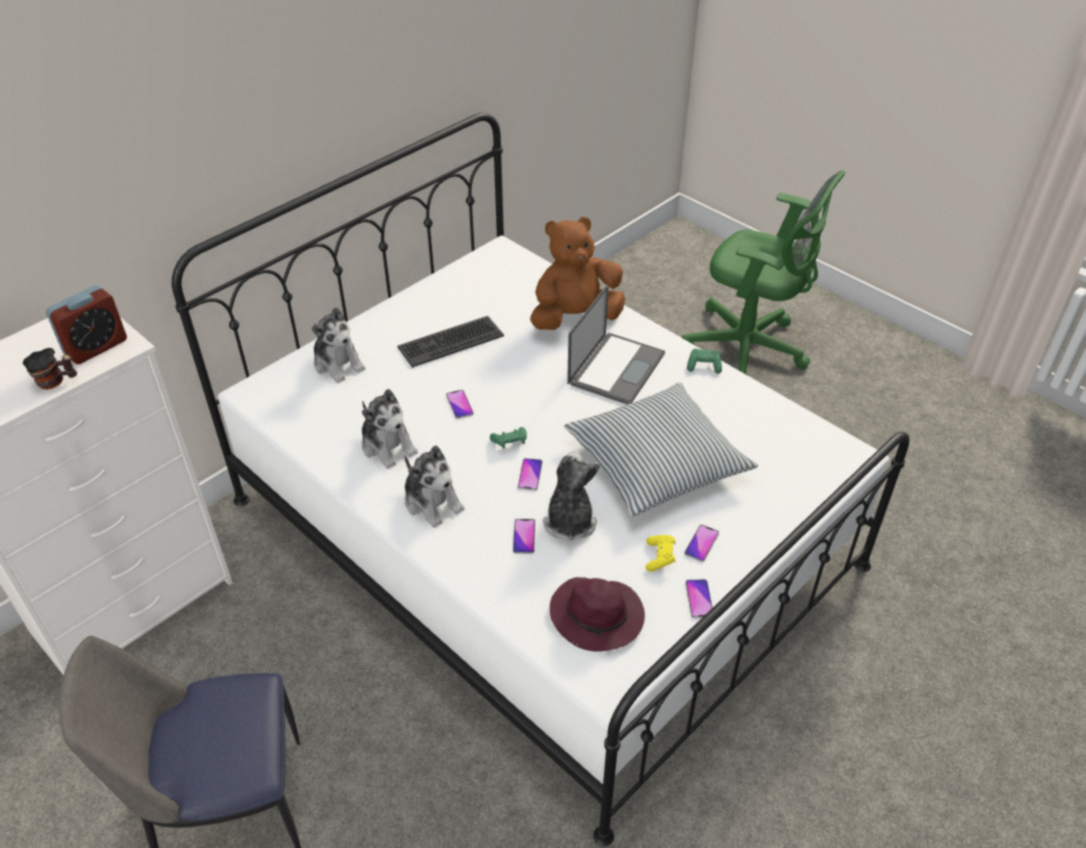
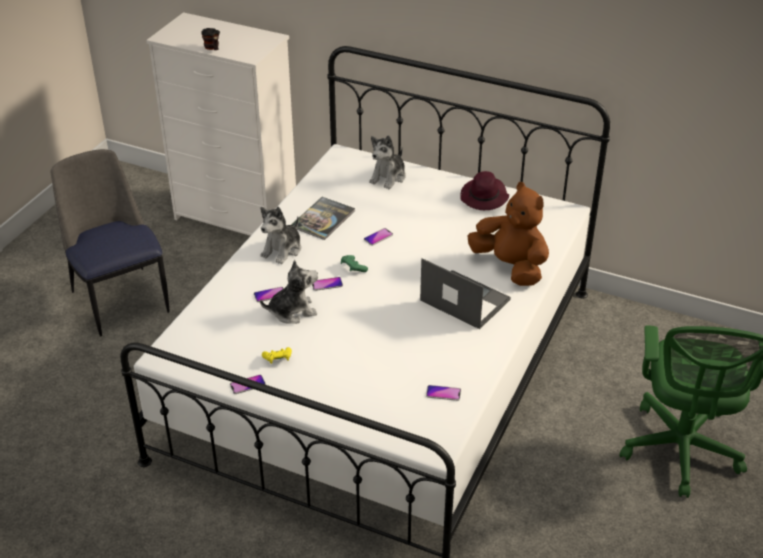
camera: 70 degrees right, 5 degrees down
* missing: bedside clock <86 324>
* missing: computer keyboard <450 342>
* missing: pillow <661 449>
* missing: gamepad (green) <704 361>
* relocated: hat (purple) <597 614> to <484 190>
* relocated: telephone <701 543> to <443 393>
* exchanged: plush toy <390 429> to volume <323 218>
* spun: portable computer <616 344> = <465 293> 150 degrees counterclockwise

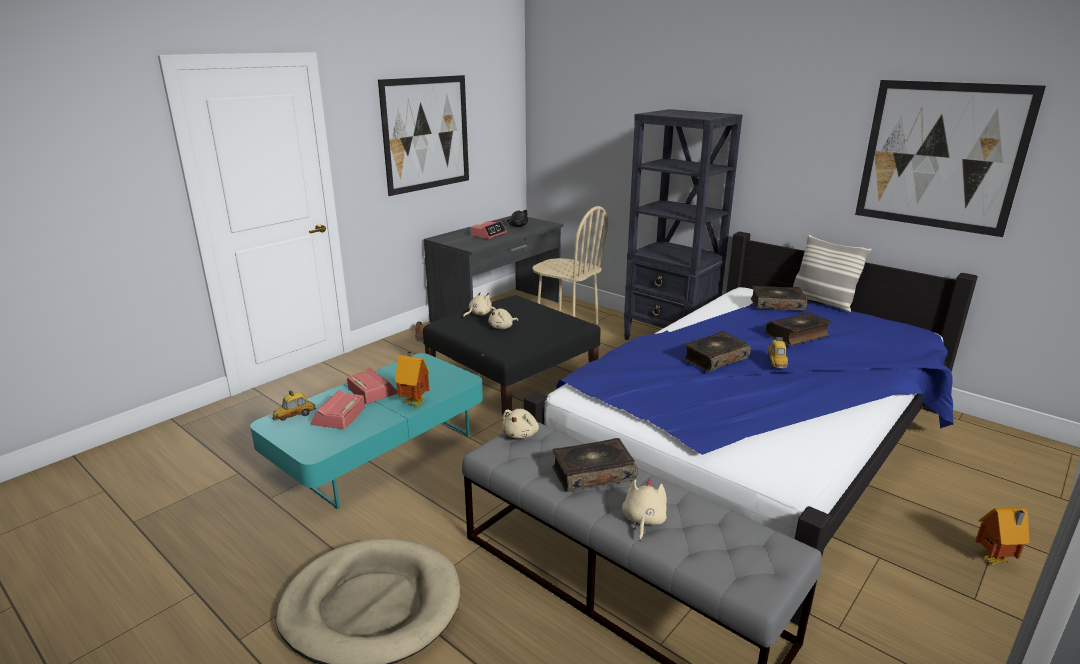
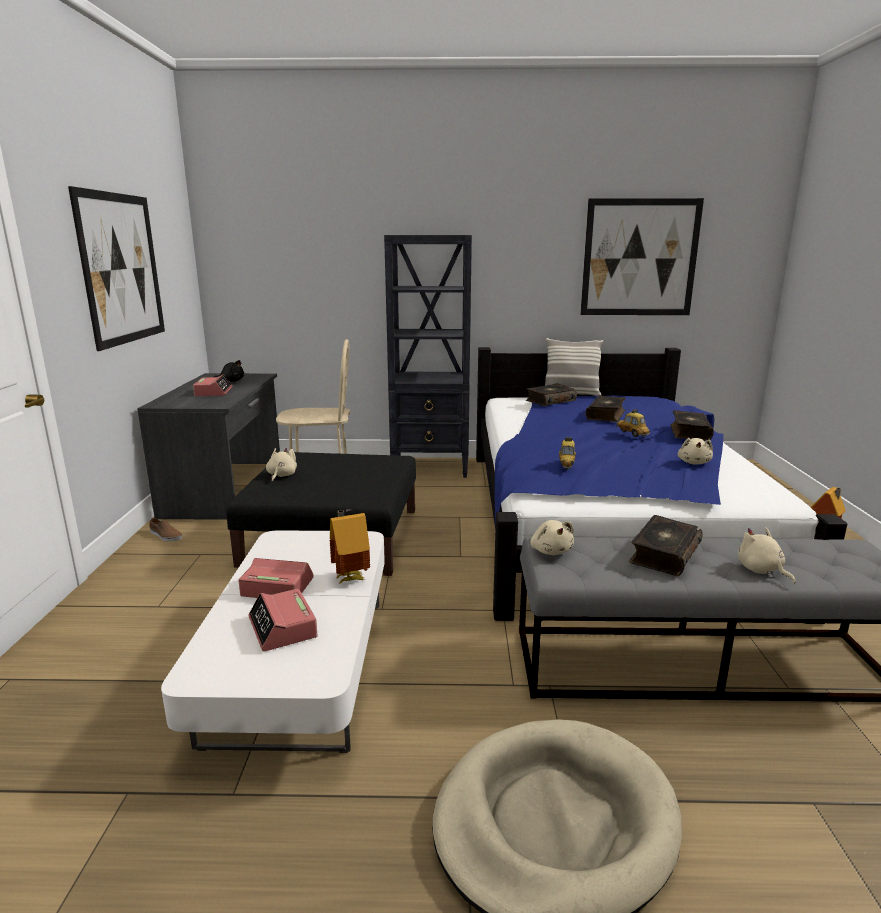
camera: 40 degrees left, 5 degrees down
* relocated: toy car <294 405> to <567 453>
* relocated: plush toy (beige-coloured) <503 318> to <695 451>
* relocated: volume <717 351> to <692 425>
* colour: low table (blue-green) <366 431> to low table (whitish) <273 641>

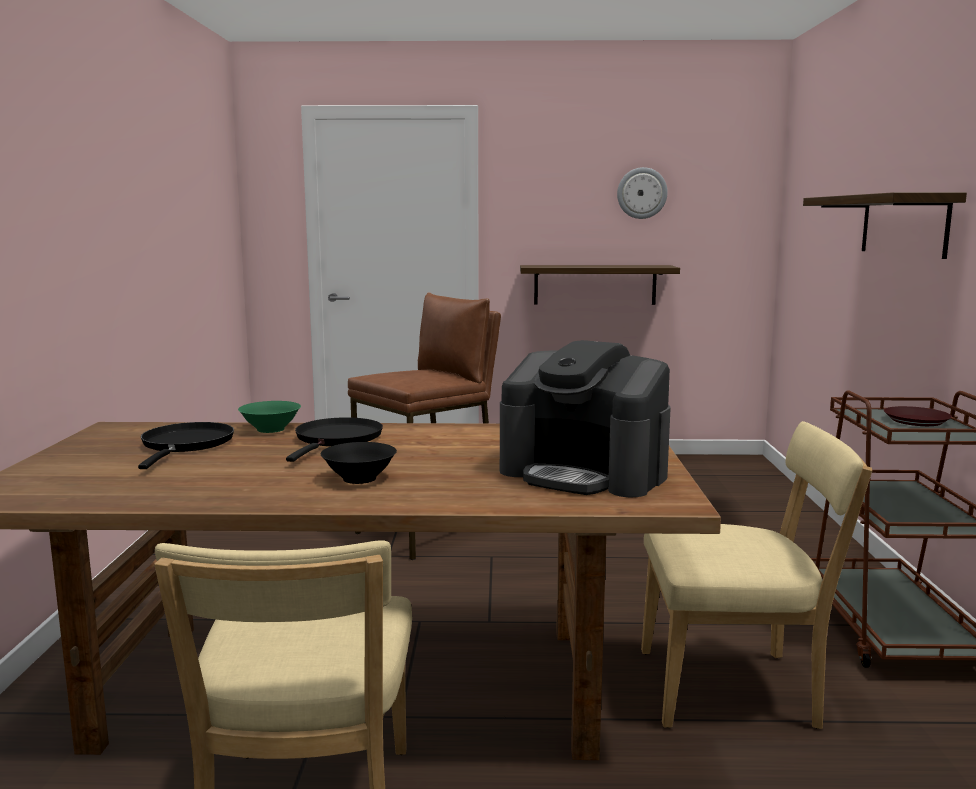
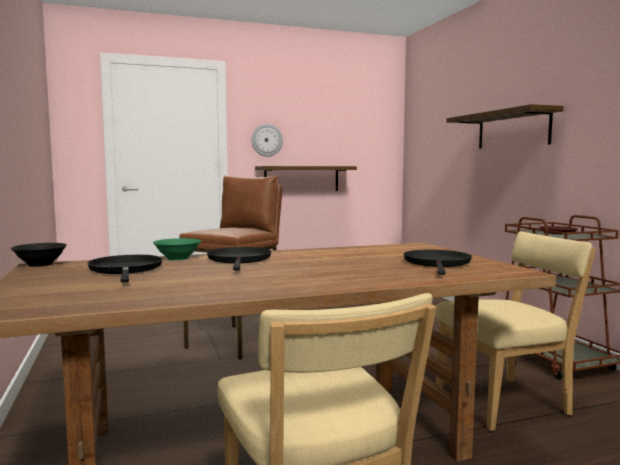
camera: 20 degrees left, 5 degrees down
* relocated: bowl (black-coloured) <359 463> to <39 255>
* relocated: wall clock <642 193> to <267 140>
* exchanged: coffee brewer <585 418> to frying pan (black-coloured) <438 262>

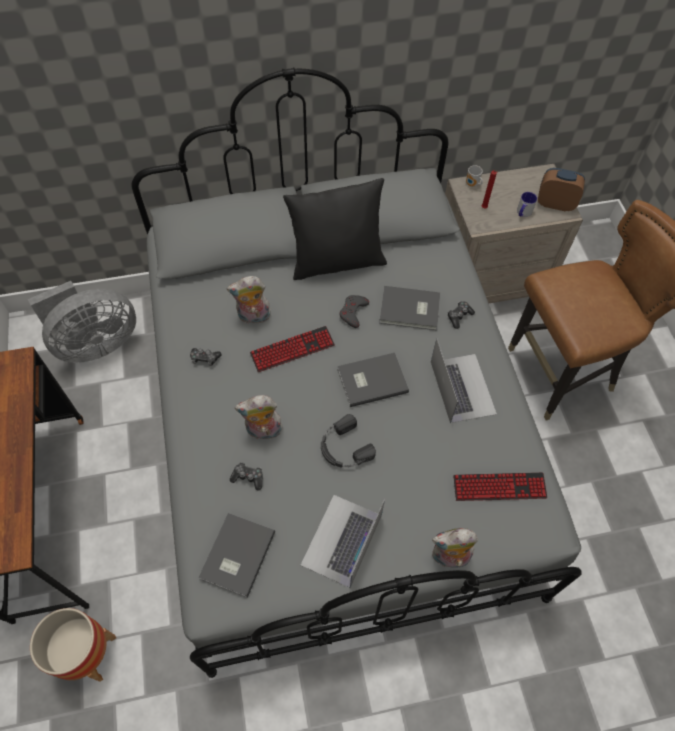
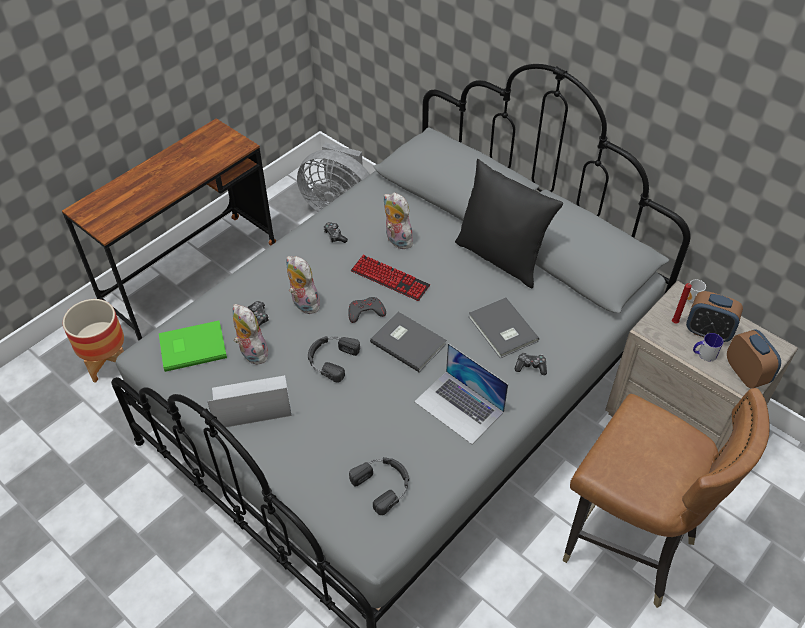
camera: 55 degrees right, 10 degrees down
* appeared: bedside clock <714 316>
* relocated: gamepad (greyish) <354 311> to <367 310>
* relocated: plush toy <455 548> to <250 334>
* exchanged: computer keyboard <500 486> to headphones (black-coloured) <379 486>
* colour: volume (greyish) <237 555> to volume (green) <193 346>
* spun: portable computer <464 380> = <461 393> 90 degrees clockwise

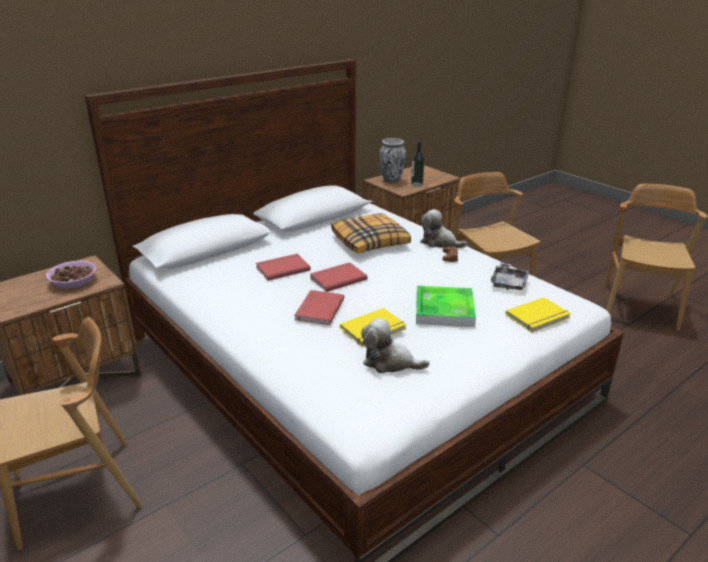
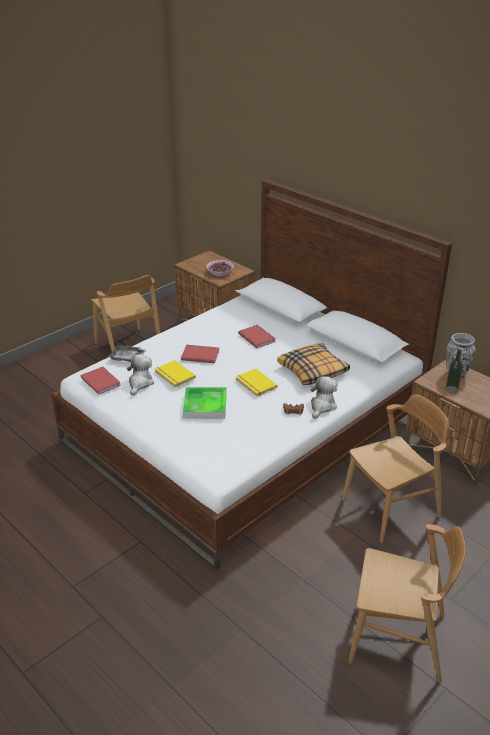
camera: 85 degrees right, 5 degrees up
* relocated: volume (red) <338 277> to <101 381>
* relocated: serving tray (greyish) <510 276> to <127 352>
* relocated: volume (yellow) <538 314> to <257 382>

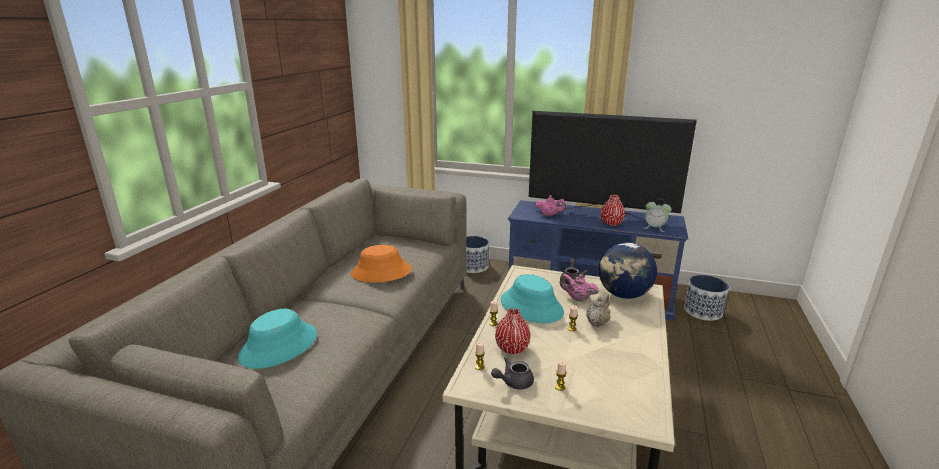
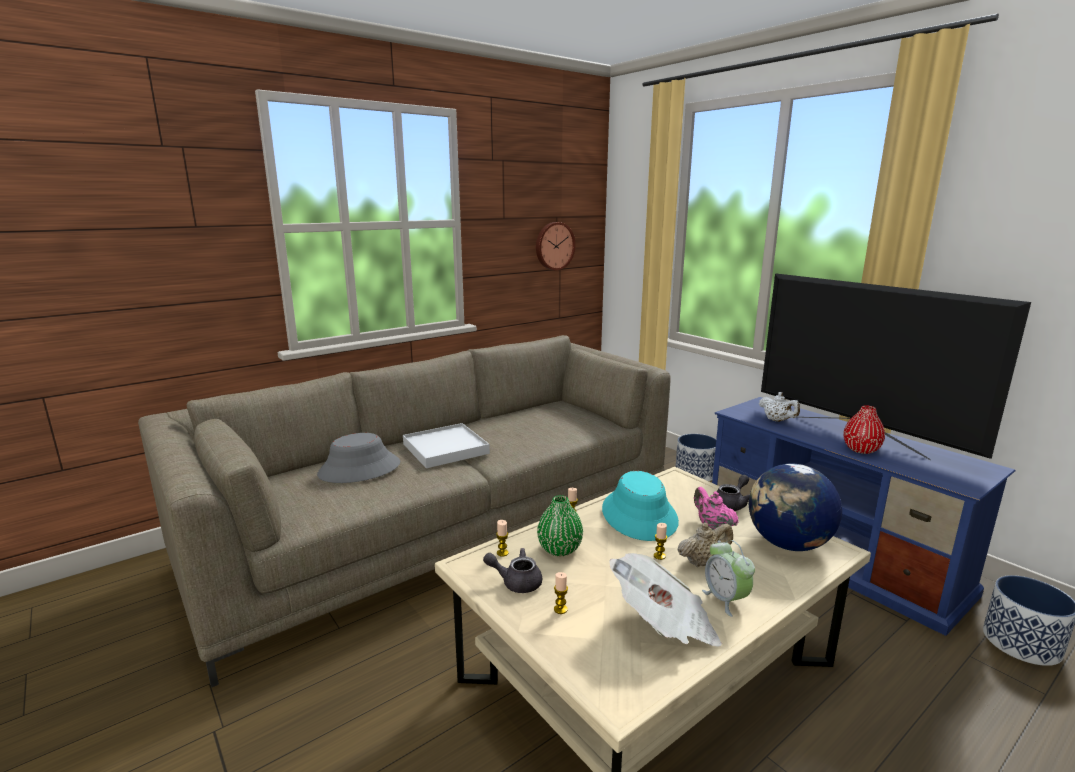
camera: 35 degrees right, 5 degrees down
* missing: hat (orange-coloured) <381 263>
* appeared: serving tray (whitish) <446 445>
* appeared: wall clock <556 246>
* appeared: newspaper <665 600>
* relocated: bedside clock <658 215> to <728 578>
* colour: hat (blue-green) <277 339> to hat (greyish) <358 458>
* colour: flower vase (red) <513 331> to flower vase (green) <560 525>
* colour: pot for tea (pink-coloured) <551 205> to pot for tea (whitish) <779 407>

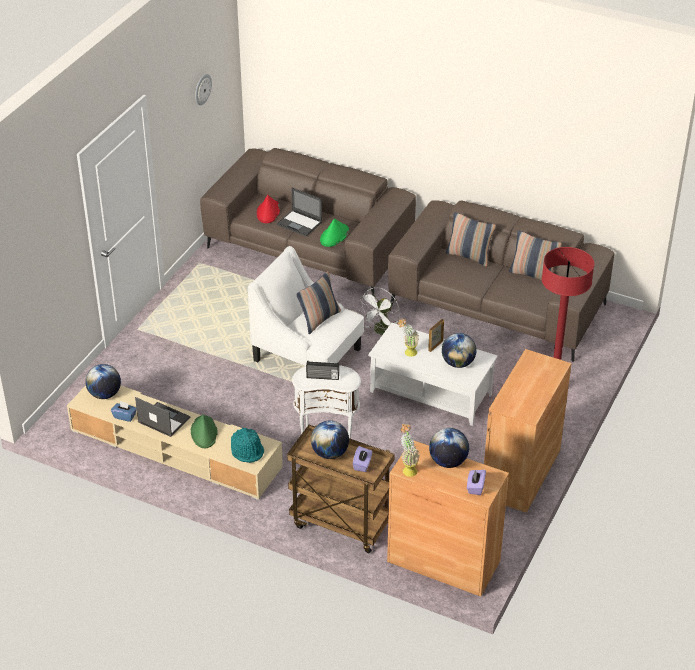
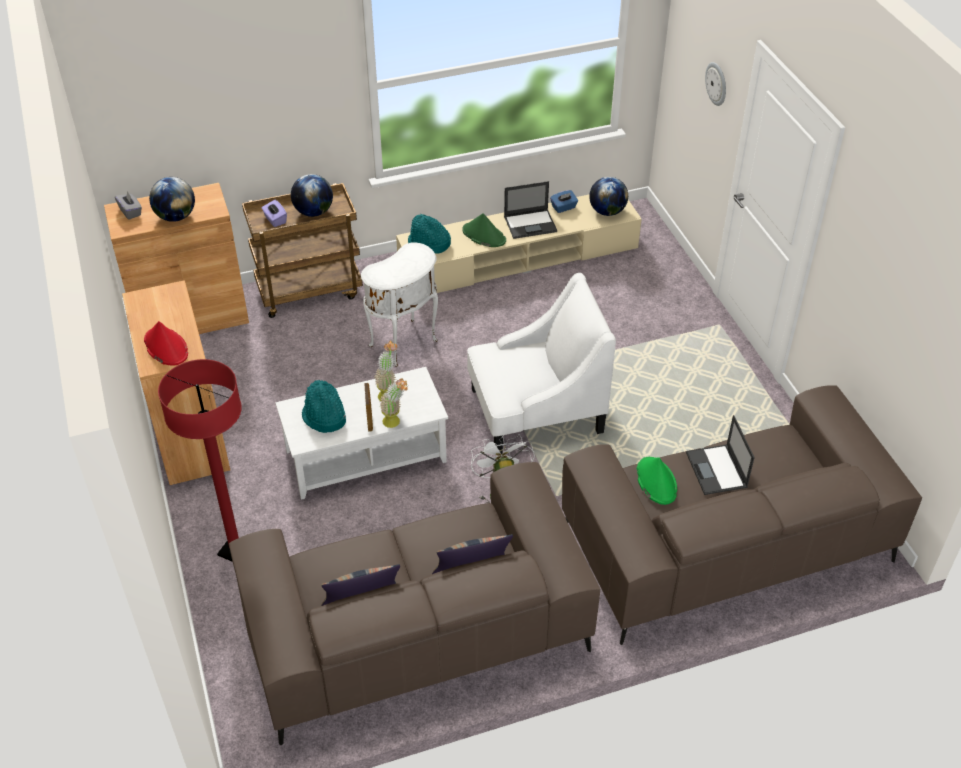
camera: 135 degrees right, 5 degrees up
* missing: pillow <318 302>
* missing: radio receiver <322 370>
* relocated: wall clock <203 89> to <715 84>
* relocated: hat (red) <268 209> to <166 343>
* relocated: plant in a pot <410 450> to <394 403>
* exchanged: world globe <459 350> to hat (blue-green) <324 406>
* colour: tissue box (purple) <476 482> to tissue box (greyish) <128 205>
* spun: portable computer <299 212> = <720 455> 90 degrees counterclockwise

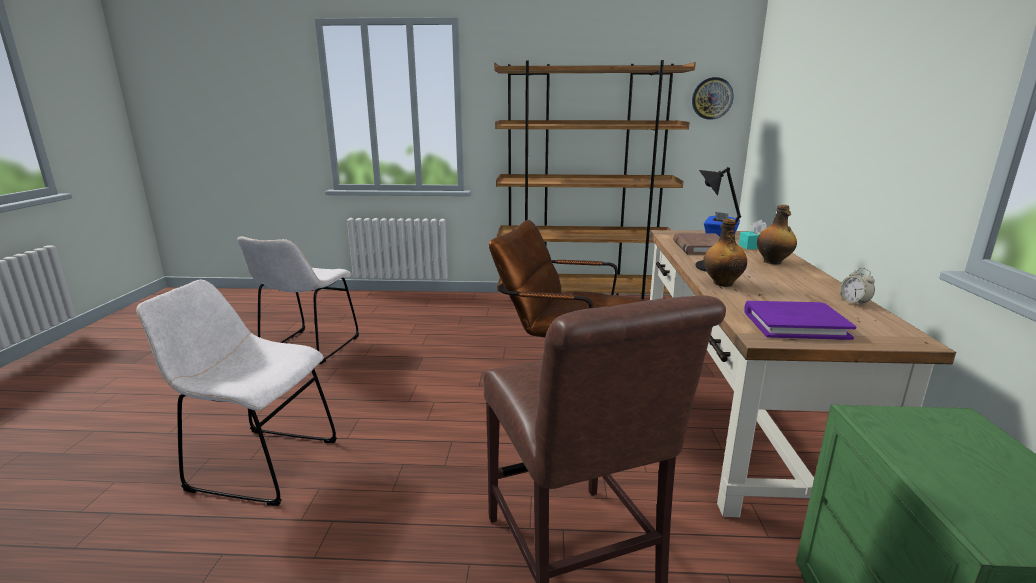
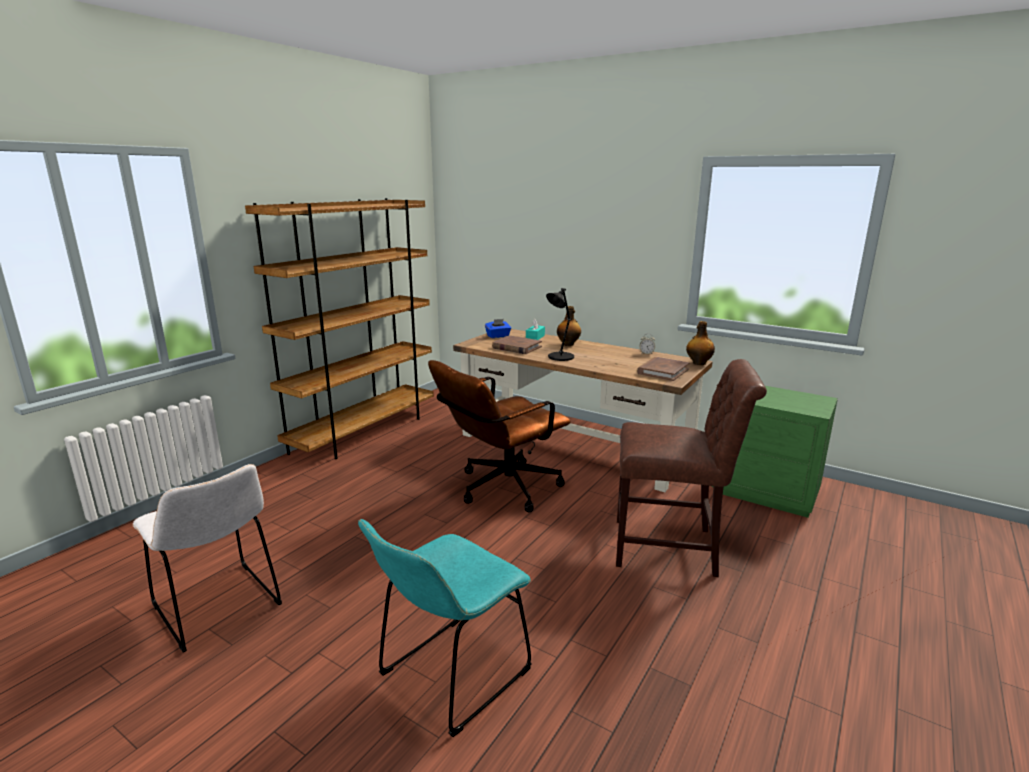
camera: 60 degrees left, 0 degrees up
* missing: wall clock <713 98>
* relocated: bottle <725 253> to <700 343>
* colour: upright chair (whitish) <236 392> to upright chair (blue-green) <445 628>
* colour: volume (purple) <801 320> to volume (brown-coloured) <663 369>

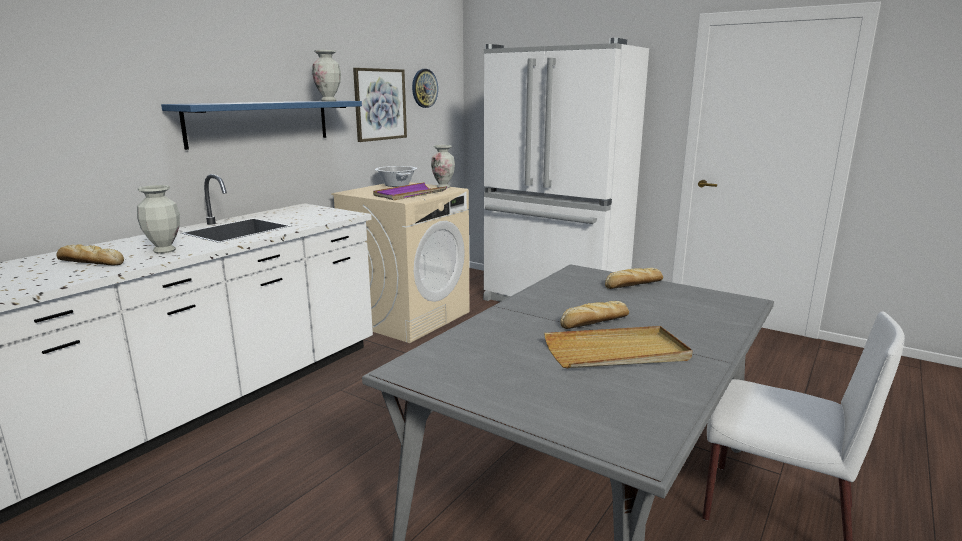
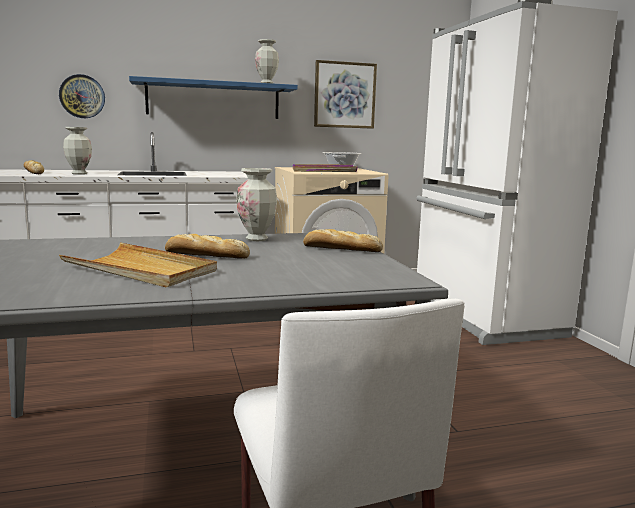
camera: 40 degrees right, 5 degrees down
* relocated: wall clock <425 88> to <82 96>
* relocated: flower vase <443 166> to <256 204>

